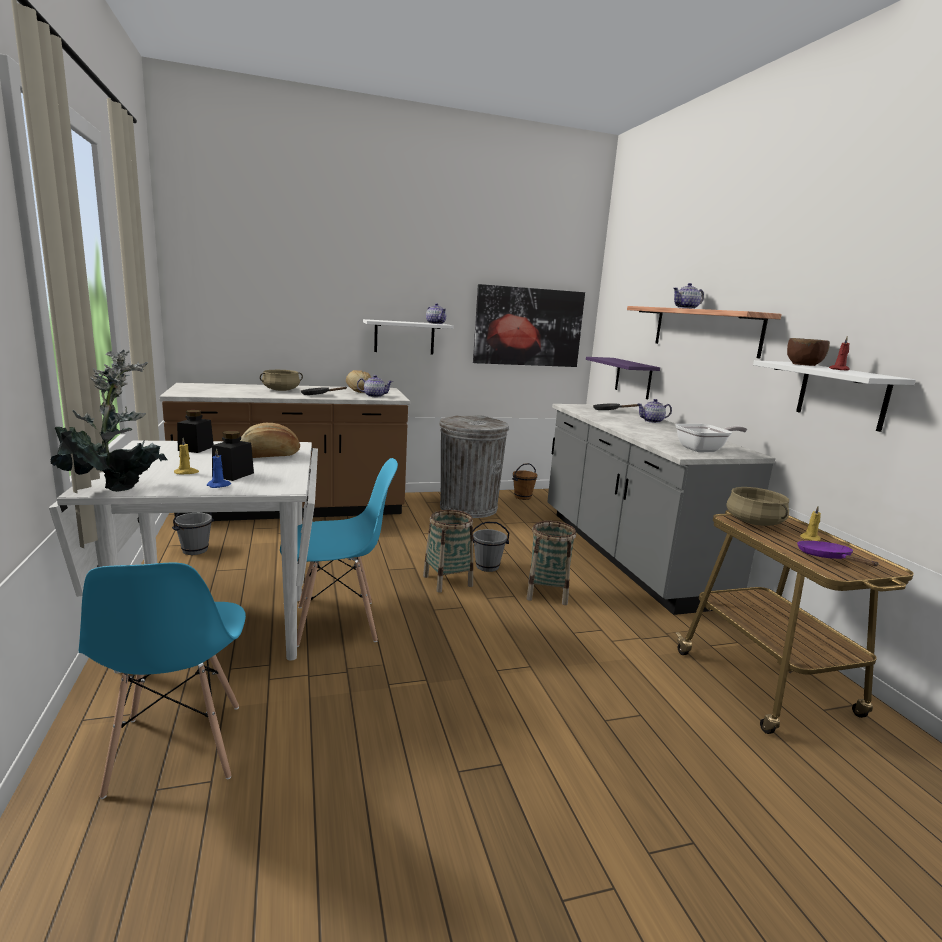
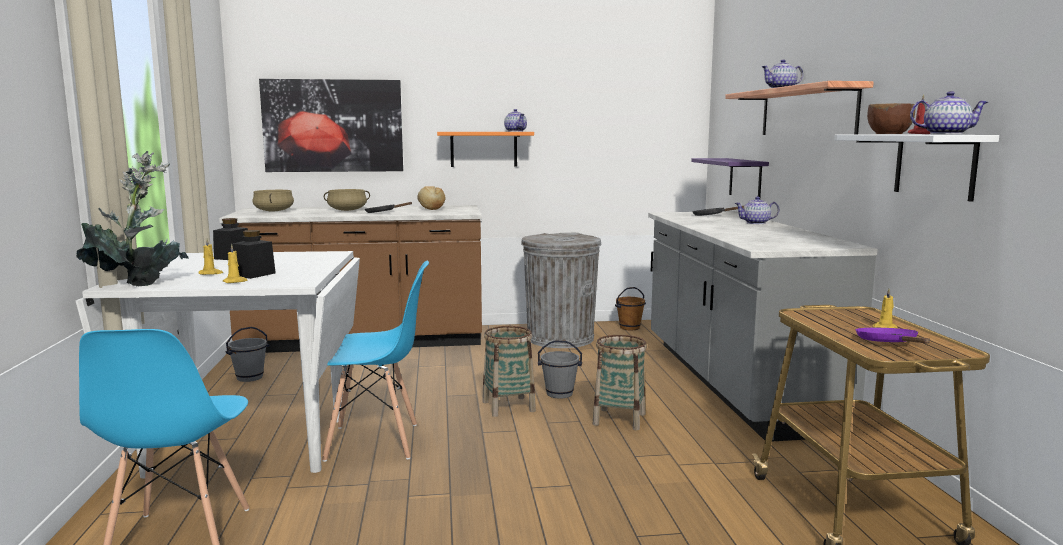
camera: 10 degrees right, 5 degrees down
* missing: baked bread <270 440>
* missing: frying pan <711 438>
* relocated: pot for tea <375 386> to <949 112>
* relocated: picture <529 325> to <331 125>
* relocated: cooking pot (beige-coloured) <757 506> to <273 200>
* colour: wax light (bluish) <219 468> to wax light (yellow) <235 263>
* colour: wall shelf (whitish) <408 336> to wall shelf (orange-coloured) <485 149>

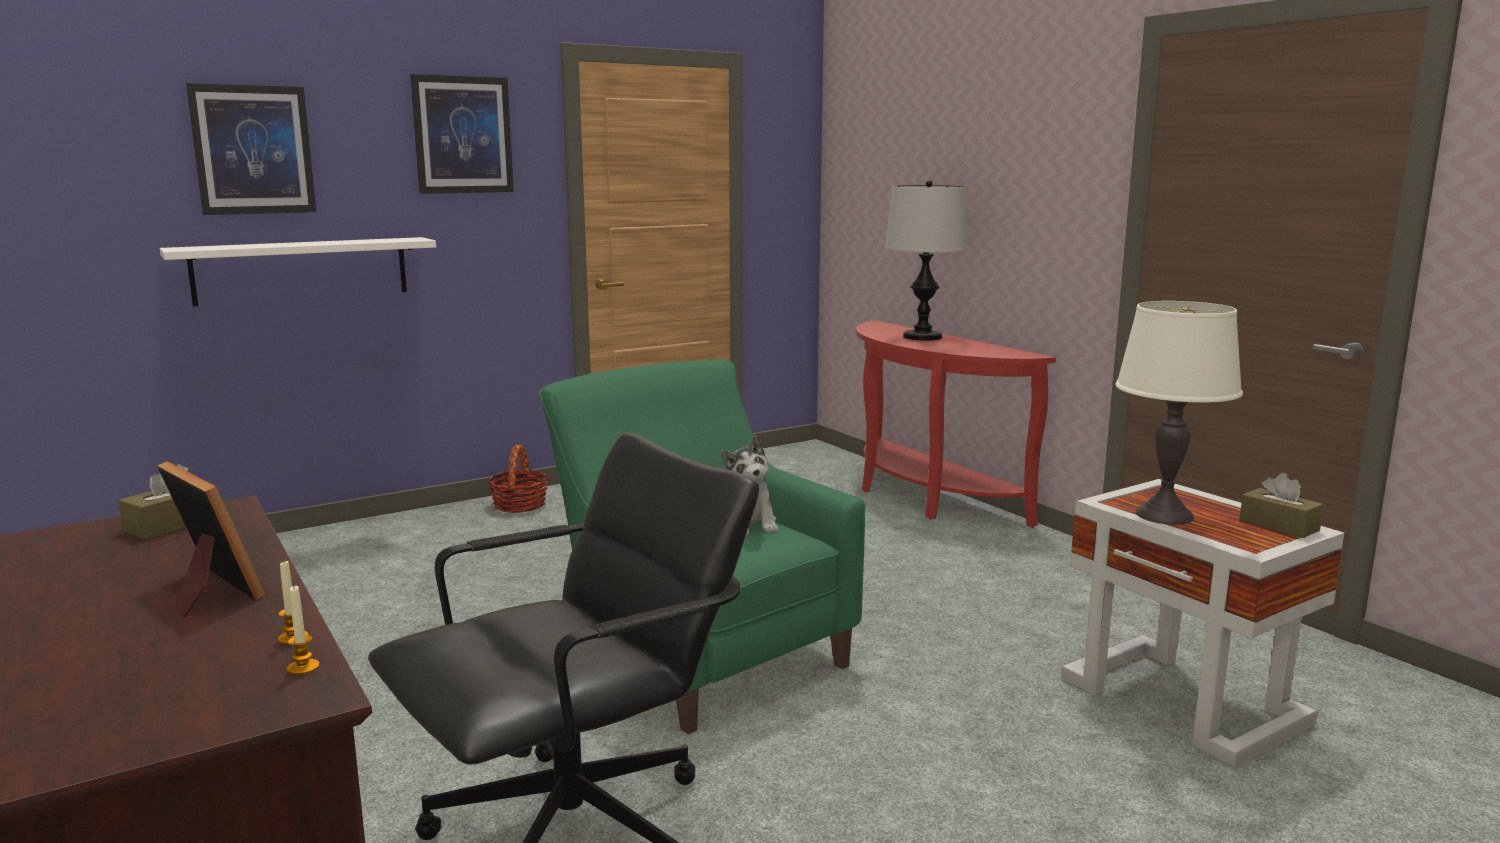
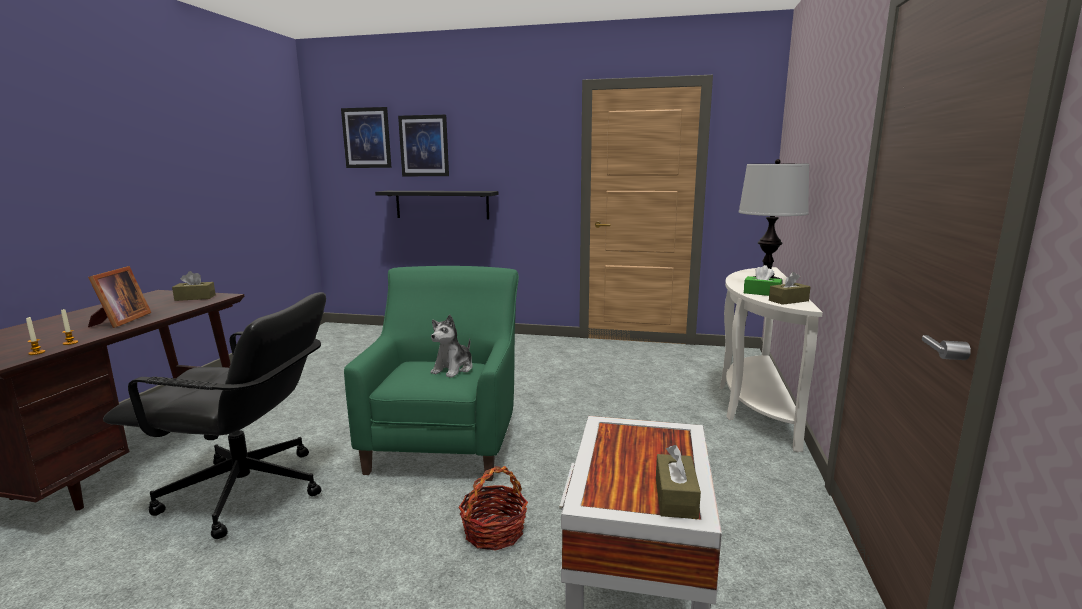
camera: 45 degrees right, 0 degrees up
* missing: tabletop lamp (whitish) <1179 413>
* appeared: tissue box (green) <763 280>
* appeared: tissue box (brown-coloured) <789 288>
* relocated: picture <462 134> to <366 137>
* relocated: household basket <518 479> to <493 508>
* colour: wall shelf (whitish) <298 271> to wall shelf (black-coloured) <437 205>
* colour: hall table (red) <956 424> to hall table (whitish) <771 359>

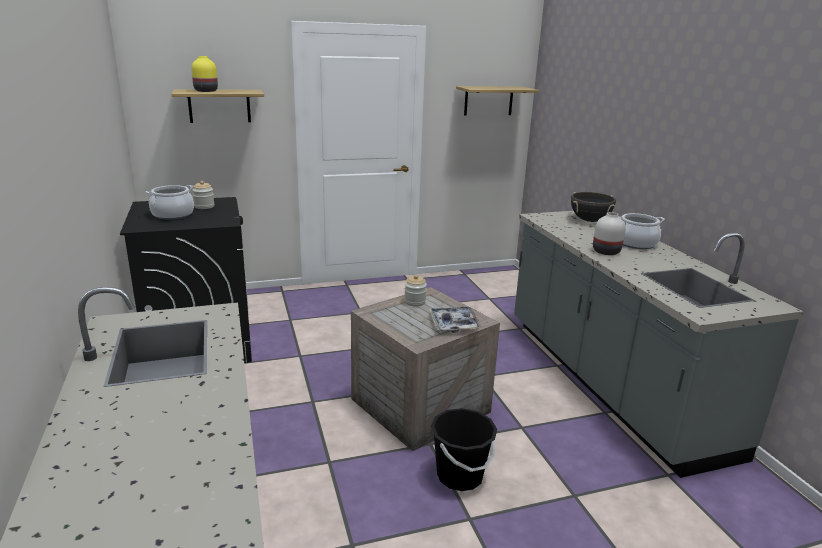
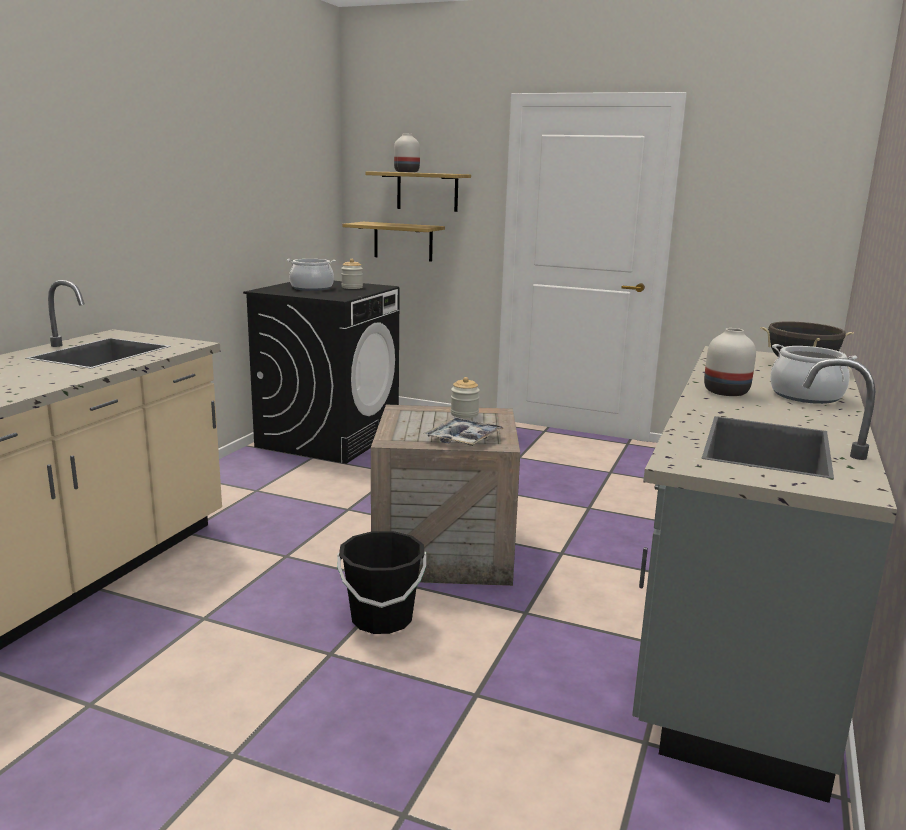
camera: 40 degrees right, 5 degrees down
* relocated: wall shelf <497 101> to <393 242>
* colour: flower vase (yellow) <204 74> to flower vase (whitish) <407 153>

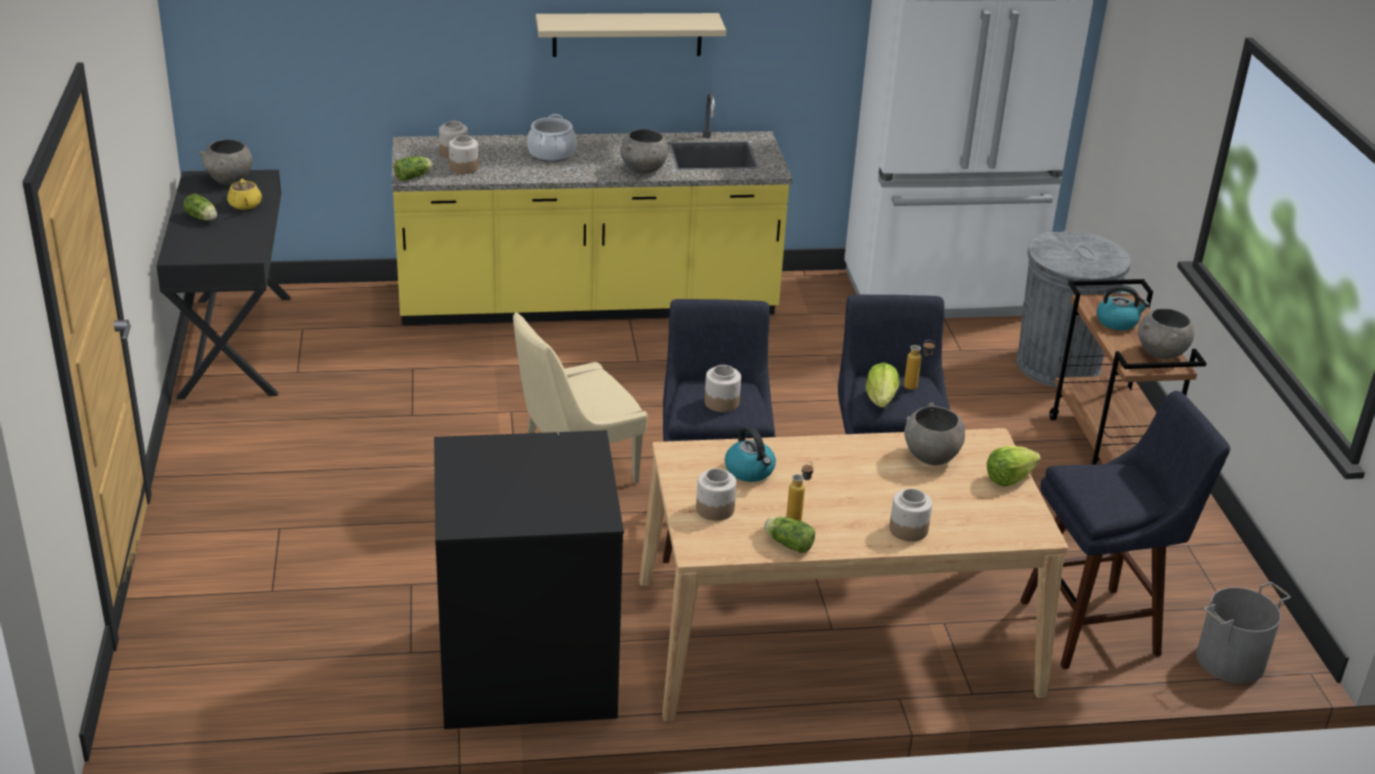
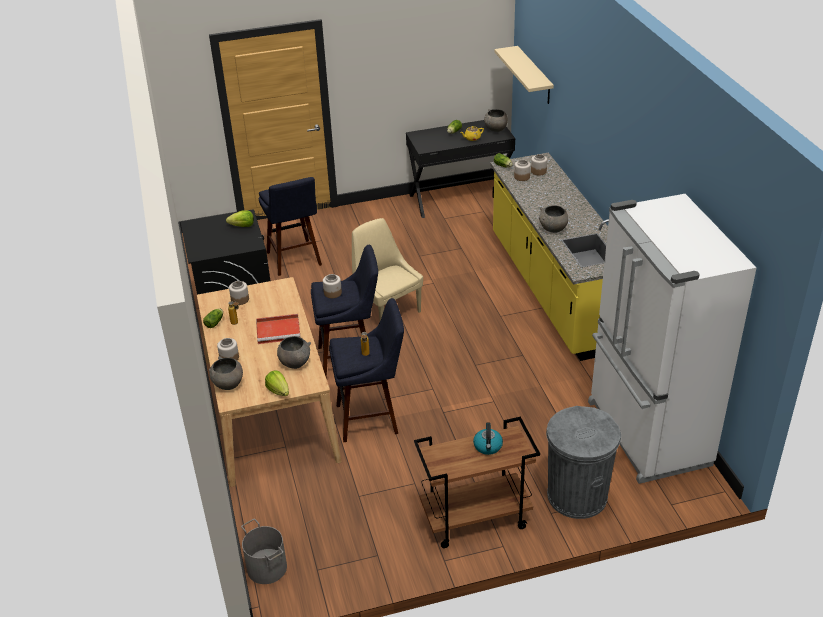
camera: 85 degrees right, 5 degrees up
* missing: cooking pot <552 138>
* missing: kettle <750 454>
* appeared: serving tray (red) <278 329>
* relocated: wall shelf (beige-coloured) <631 35> to <524 75>
* relocated: head of lettuce <883 385> to <240 218>
* relocated: sitting stool (bluish) <1125 530> to <290 226>
* relocated: bowl (greyish) <1166 334> to <226 373>

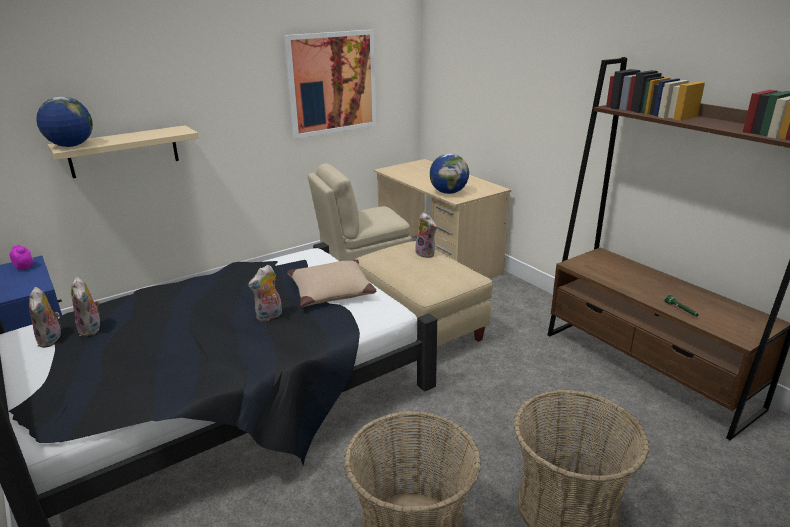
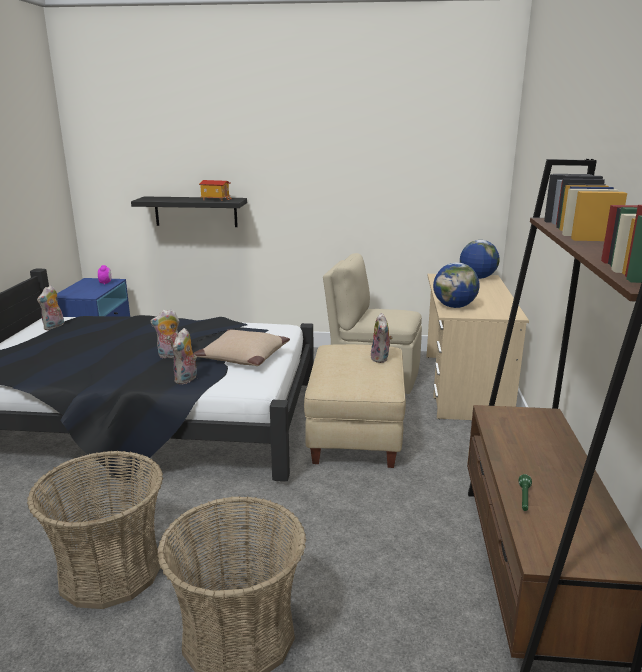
camera: 40 degrees right, 5 degrees down
* missing: picture <330 84>
* appeared: model house <215 190>
* relocated: world globe <64 121> to <480 259>
* relocated: plush toy <85 306> to <185 356>
* colour: wall shelf (beige-coloured) <123 151> to wall shelf (black-coloured) <189 211>

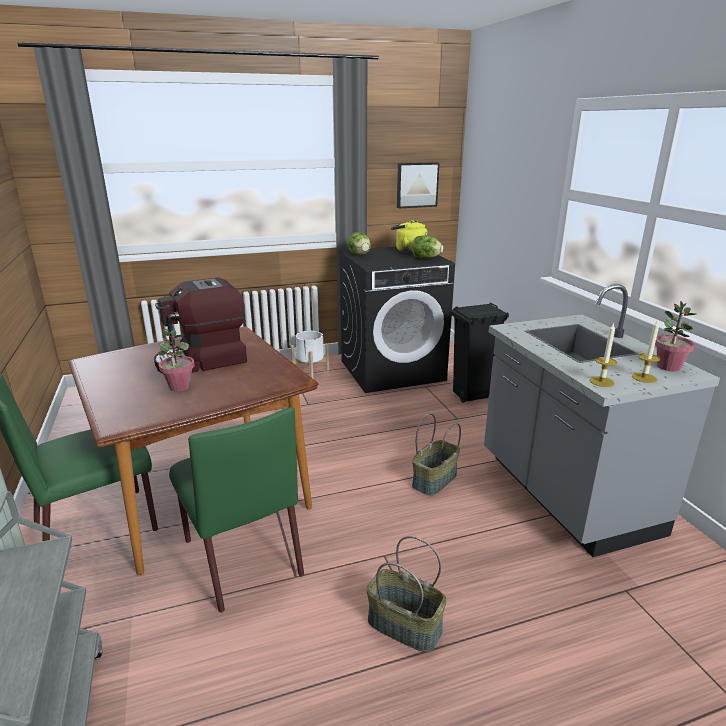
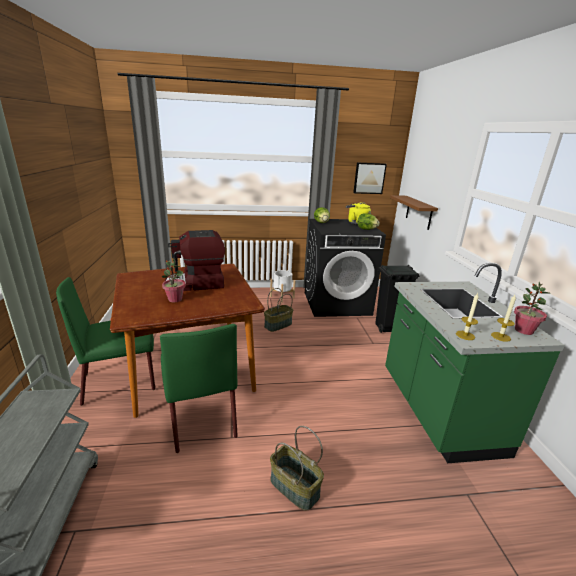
camera: 10 degrees right, 0 degrees up
* appeared: wall shelf (brown-coloured) <414 212>
* relocated: household basket <436 454> to <278 310>
* colour: kitchen base unit (greyish) <602 420> to kitchen base unit (green) <475 363>

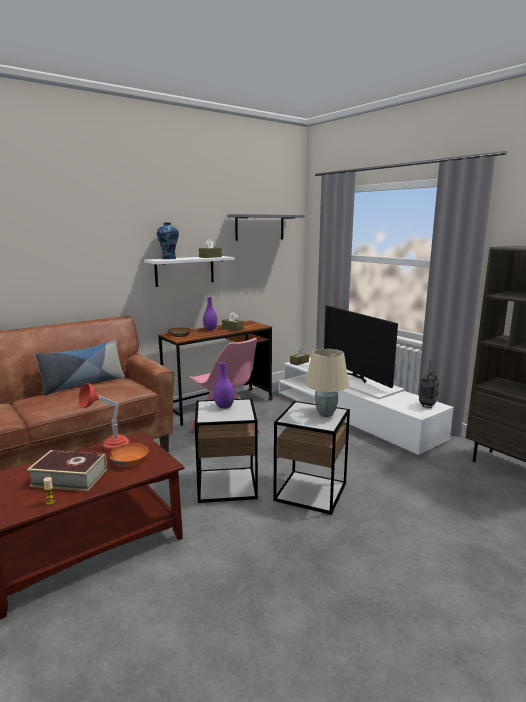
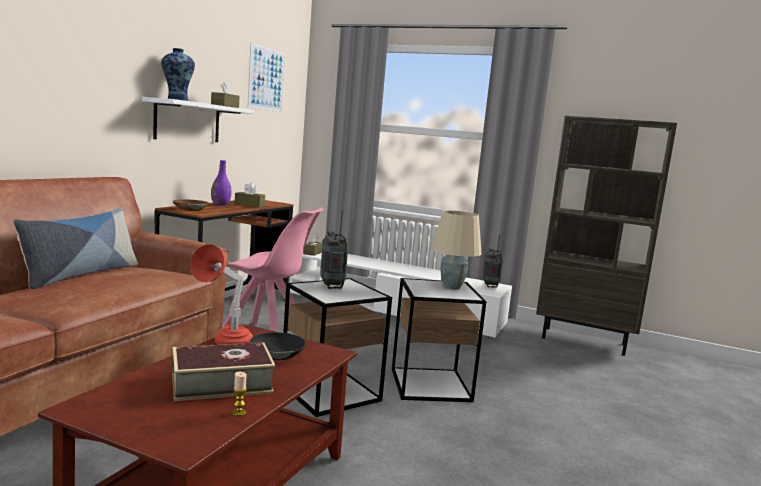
camera: 30 degrees left, 5 degrees down
* missing: TV set <361 346>
* exchanged: flower vase (purple) <224 385> to radio receiver <334 249>
* exchanged: wall shelf (greyish) <266 227> to picture <267 77>
* colour: bowl (orange-coloured) <129 454> to bowl (black-coloured) <277 346>

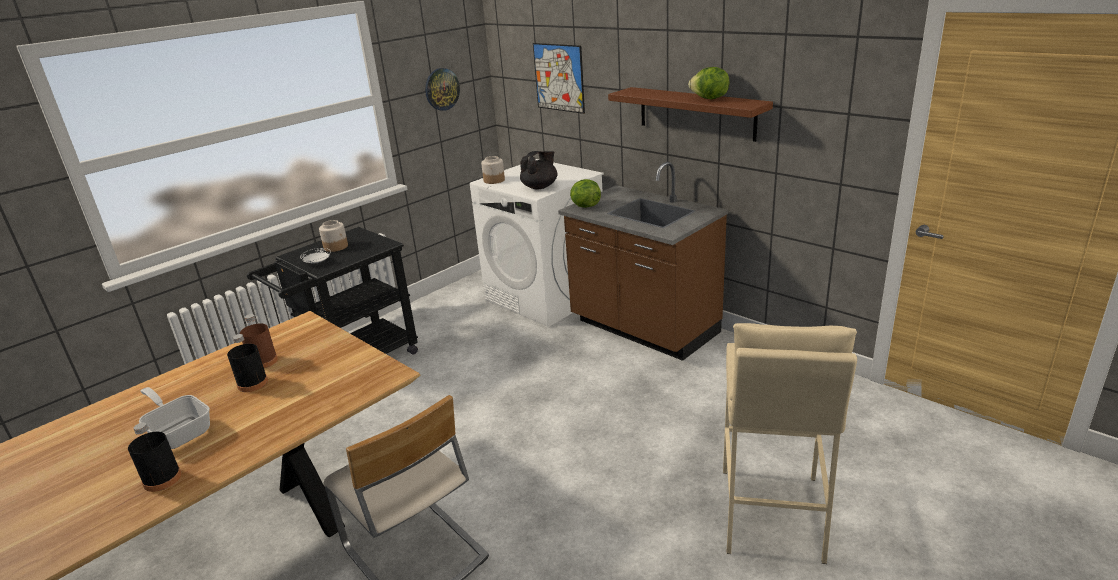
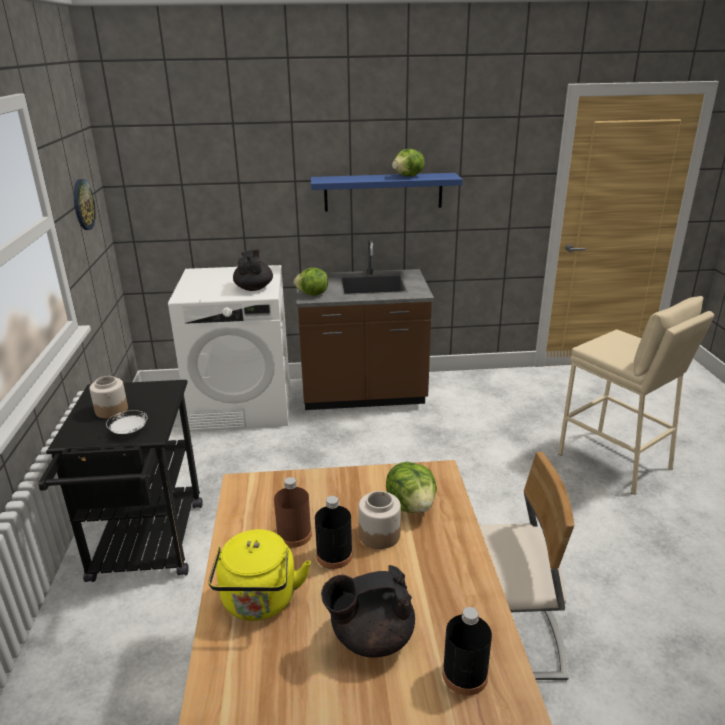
camera: 50 degrees left, 0 degrees up
* missing: picture <559 78>
* appeared: kettle (yellow) <259 575>
* appeared: head of lettuce <411 487>
* relocated: preserve jar <493 170> to <380 520>
* exchanged: frying pan <174 418> to pot for tea (black-coloured) <368 611>
* colour: wall shelf (brown-coloured) <690 114> to wall shelf (bluish) <387 192>

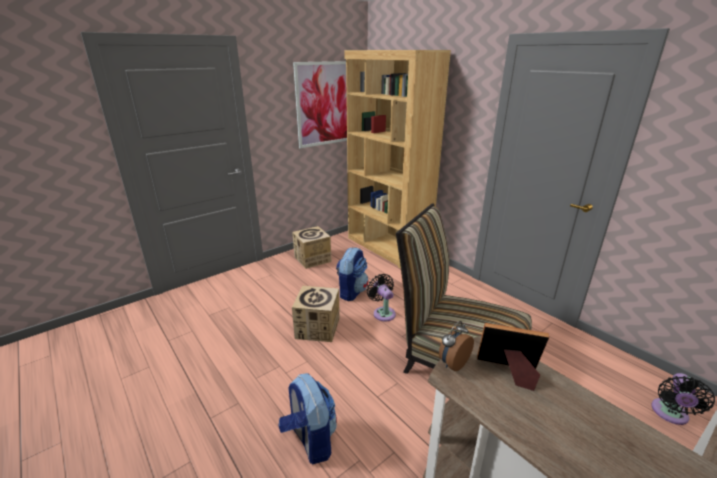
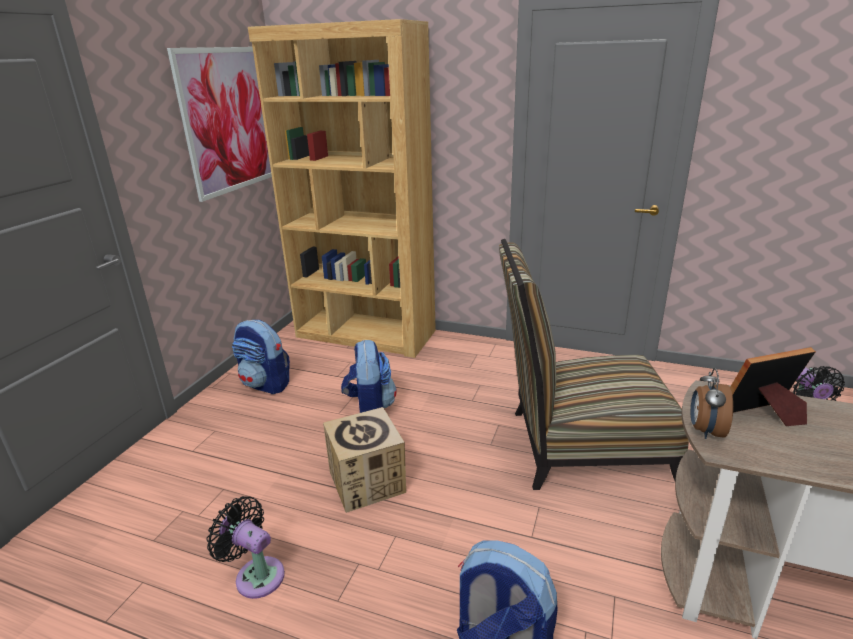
camera: 30 degrees left, 0 degrees up
* relocated: fan (black-coloured) <381 297> to <246 547>
* exchanged: packing box <311 247> to backpack <261 357>

